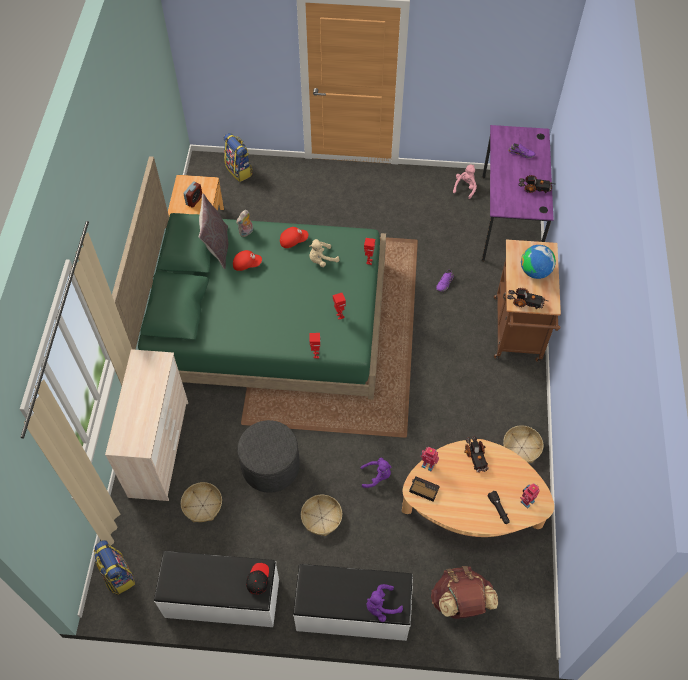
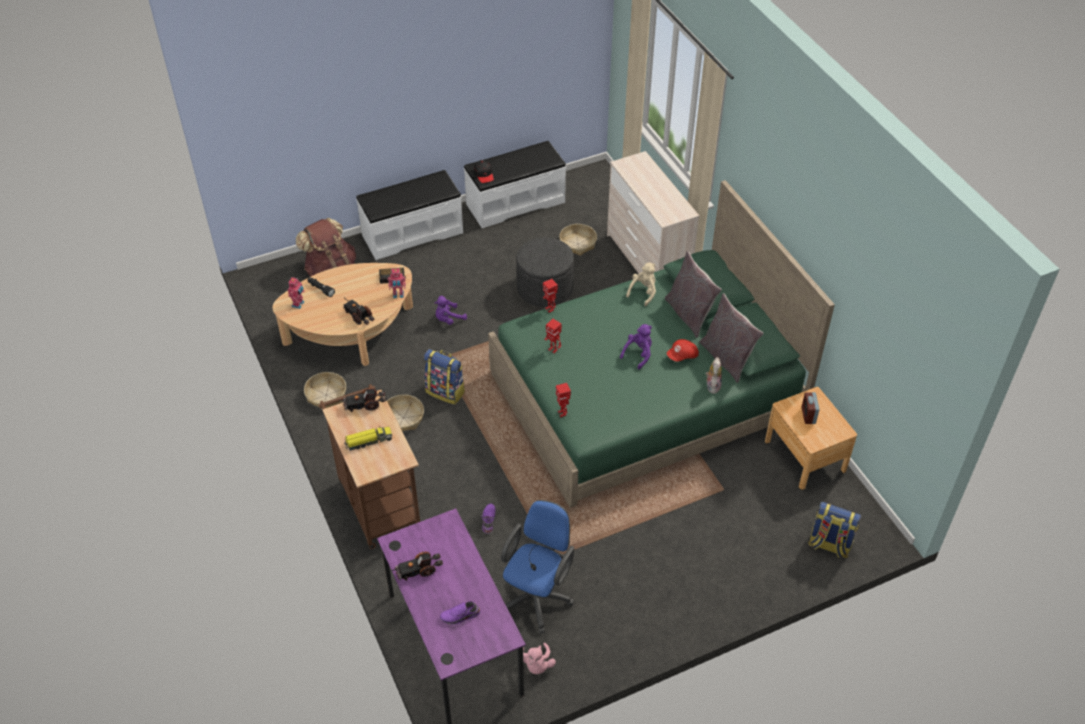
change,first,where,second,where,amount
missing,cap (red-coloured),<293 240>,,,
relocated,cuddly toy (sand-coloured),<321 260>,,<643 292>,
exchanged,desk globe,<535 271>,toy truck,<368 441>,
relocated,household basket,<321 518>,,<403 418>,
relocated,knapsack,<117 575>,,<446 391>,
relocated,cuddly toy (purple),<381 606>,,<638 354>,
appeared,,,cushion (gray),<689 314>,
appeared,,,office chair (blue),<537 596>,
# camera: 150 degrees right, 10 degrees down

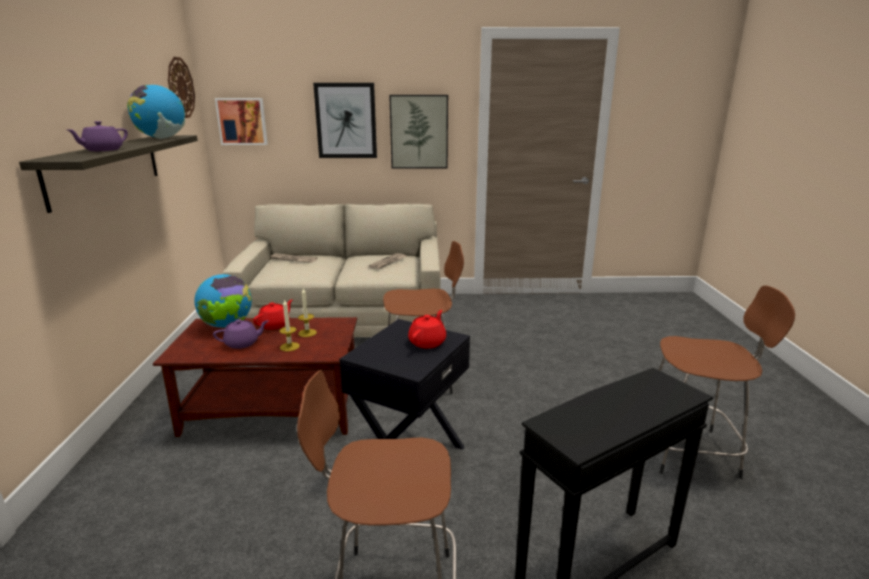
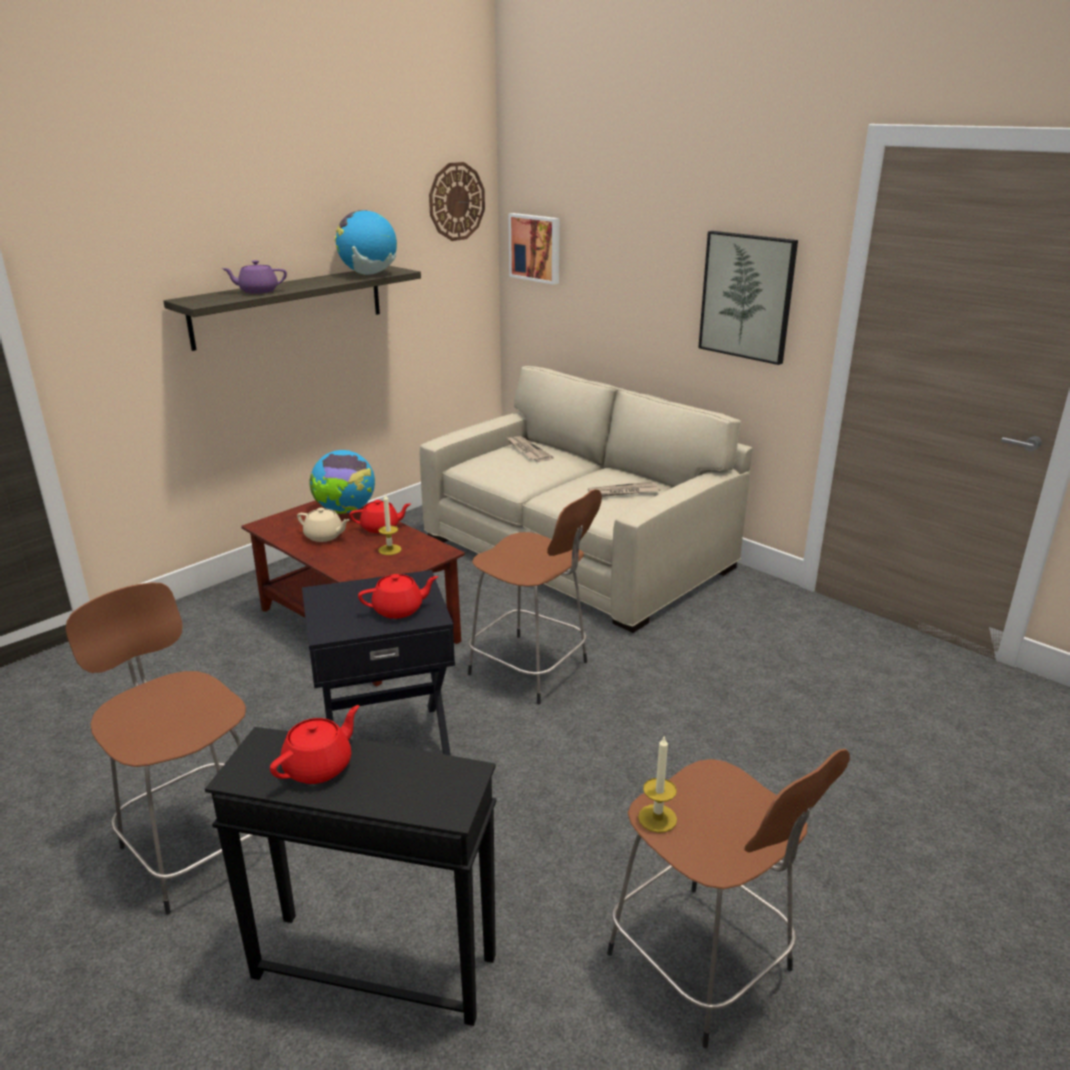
change,first,where,second,where,amount
missing,wall picture,<346 121>,,,
relocated,candle,<289 347>,,<657 818>,
colour,pot for tea (purple),<242 343>,pot for tea (sand-coloured),<324 536>,
appeared,,,pot for tea (red-coloured),<319 766>,
# camera: 45 degrees right, 5 degrees up

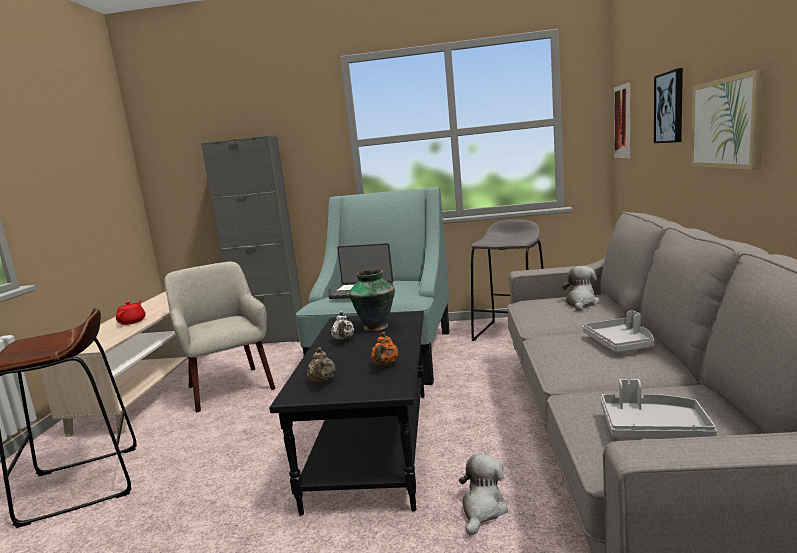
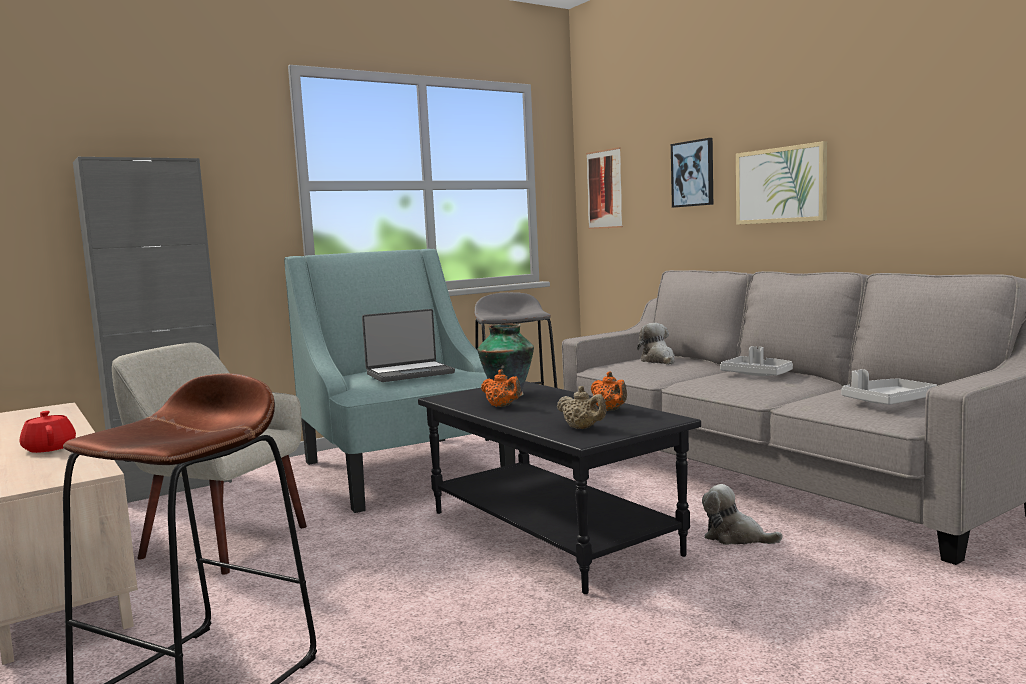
change,first,where,second,where,amount
colour,pot for tea (white),<343 340>,pot for tea (orangey),<502 406>,
spun,cuddly toy,<482 509>,,<735 537>,45 degrees counterclockwise
# camera: 40 degrees left, 5 degrees down

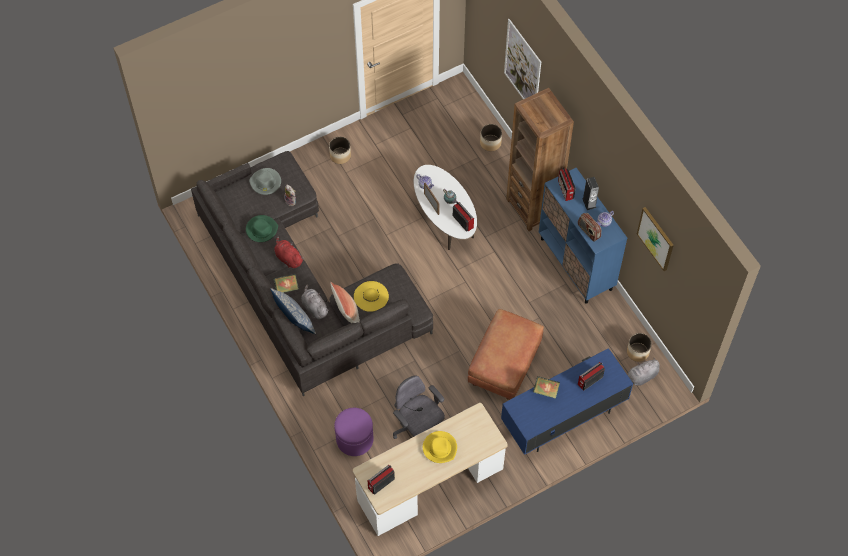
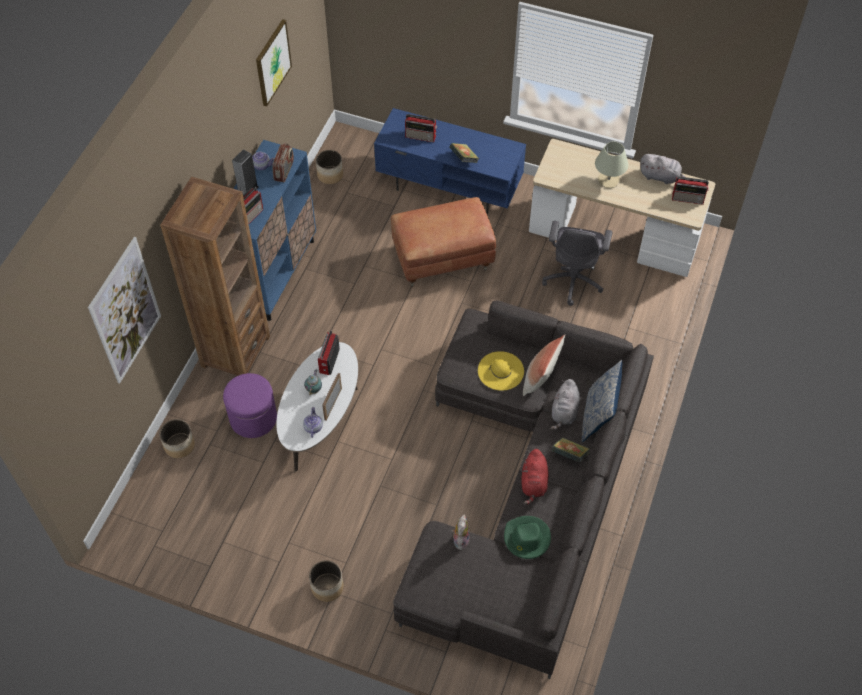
change,first,where,second,where,amount
missing,hat (gray),<265 182>,,,
relocated,cuddly toy (gray),<641 377>,,<661 177>,
relocated,ottoman (purple),<354 439>,,<253 418>,
exchanged,hat (yellow-coloured),<440 448>,table lamp (sand-coloured),<608 180>,
# camera: 130 degrees left, 5 degrees down

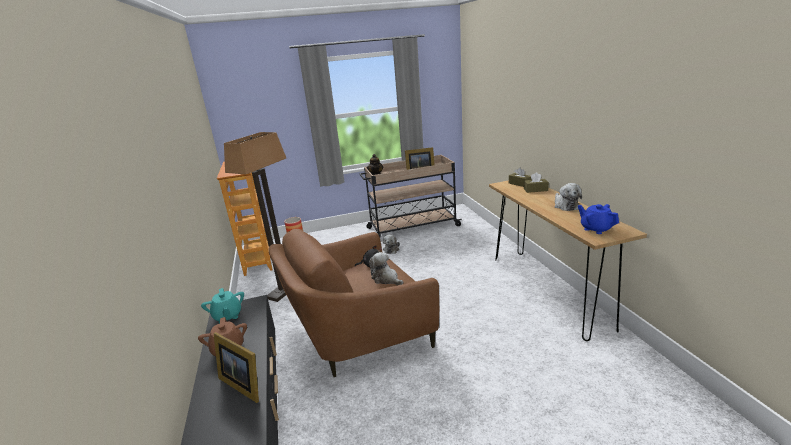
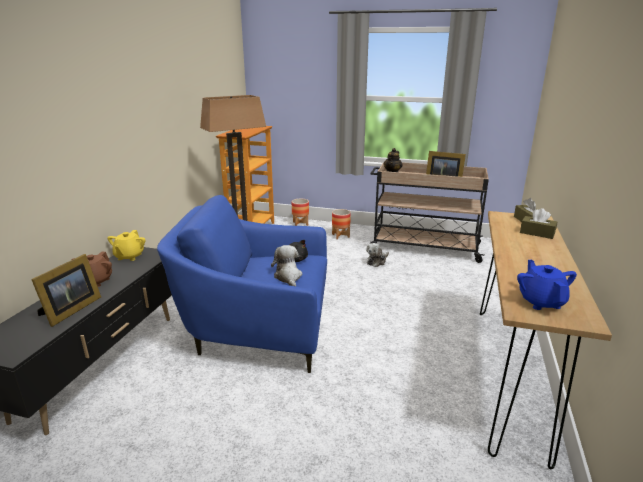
change,first,where,second,where,amount
missing,cuddly toy,<565 205>,,,
colour,lounge chair (brown-coloured),<359 335>,lounge chair (blue),<258 329>,
colour,pot for tea (turquoise),<227 316>,pot for tea (yellow-coloured),<129 256>,
spun,photo frame,<243 383>,,<70 310>,135 degrees counterclockwise
appeared,,,planter,<340 236>,
# camera: 30 degrees right, 0 degrees up

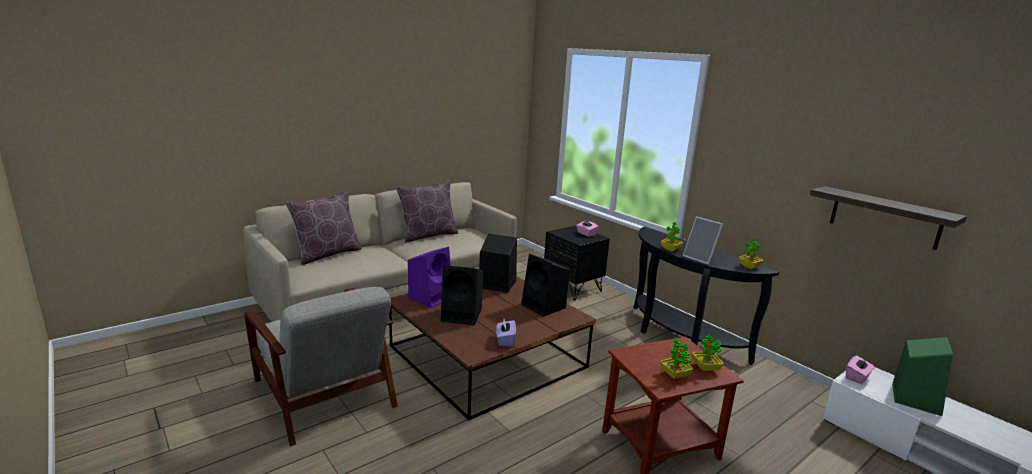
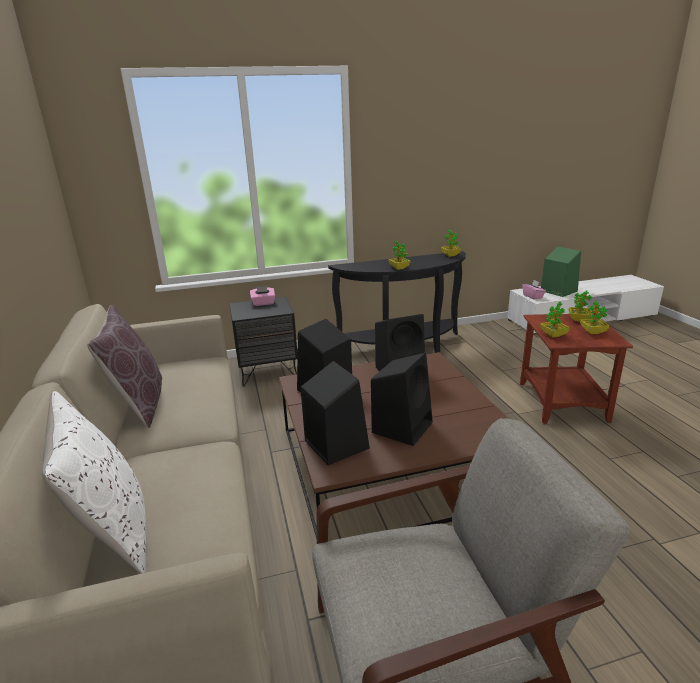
change,first,where,second,where,amount
missing,shelf,<884 217>,,,
colour,cushion (brown-coloured),<327 254>,cushion (white),<112 530>,
missing,photo frame,<700 258>,,,
colour,audio speaker (purple),<431 297>,audio speaker (black),<335 444>,
missing,tissue holder (purple),<505 340>,,,
appeared,,,houseplant,<553 335>,
# camera: 65 degrees left, 5 degrees up

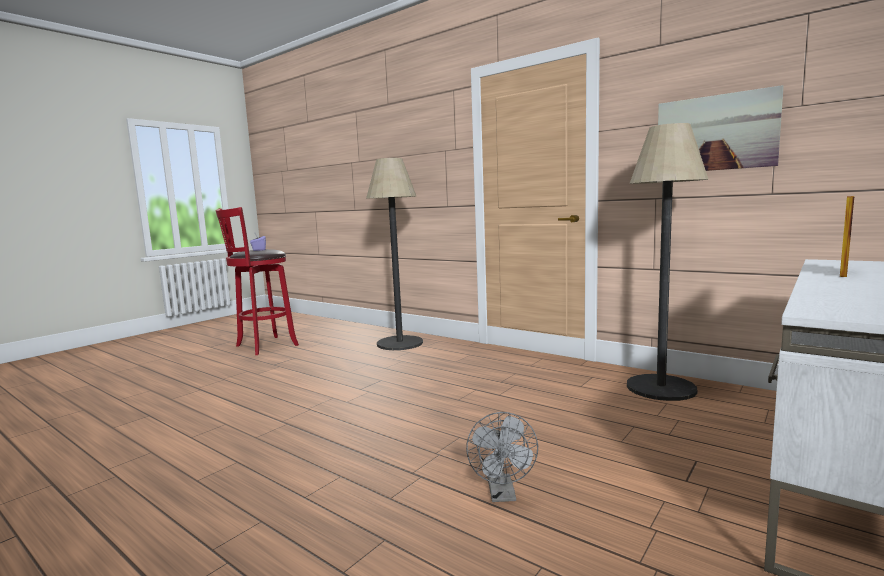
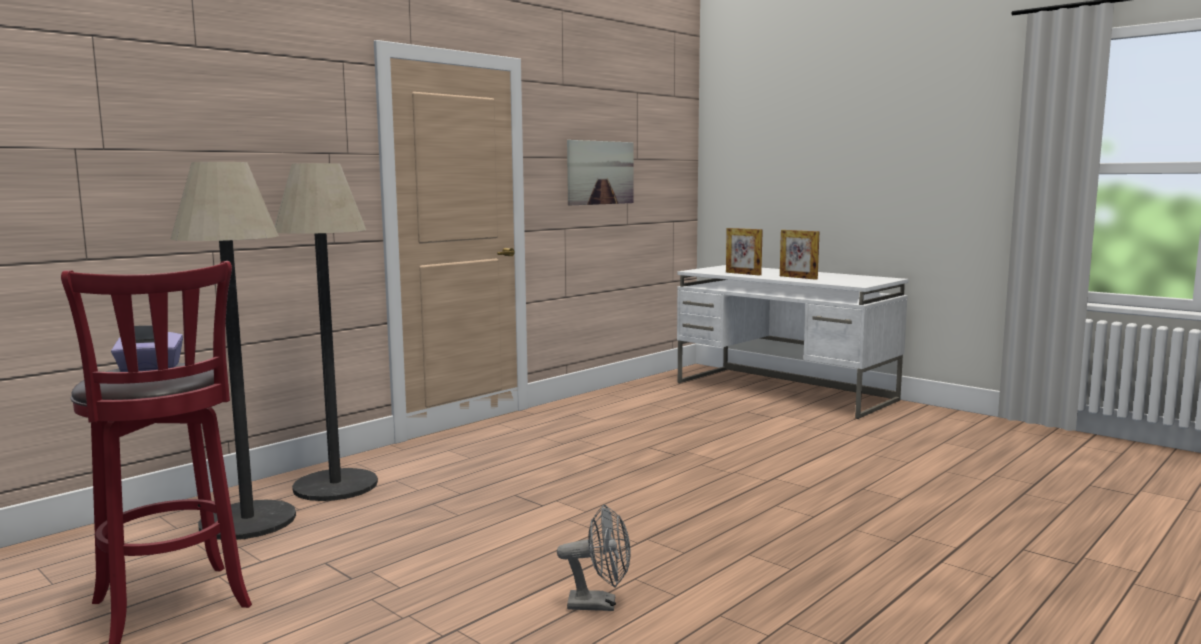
change,first,where,second,where,amount
relocated,floor lamp,<661 388>,,<247 521>,
relocated,cooling fan (gray),<503 495>,,<600 604>,
appeared,,,photo frame,<798 277>,
# camera: 85 degrees left, 0 degrees up

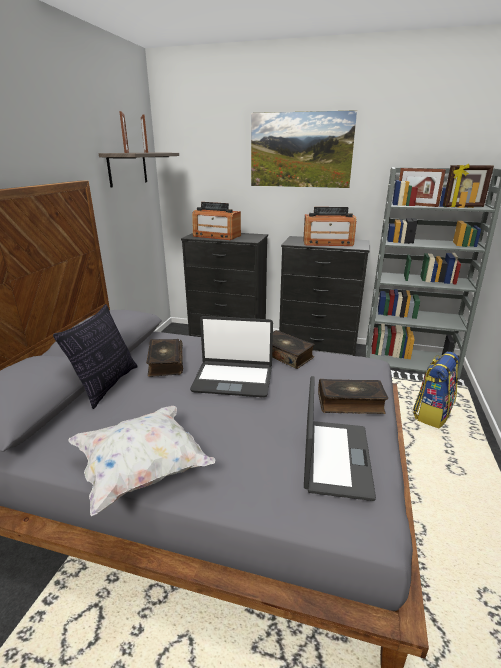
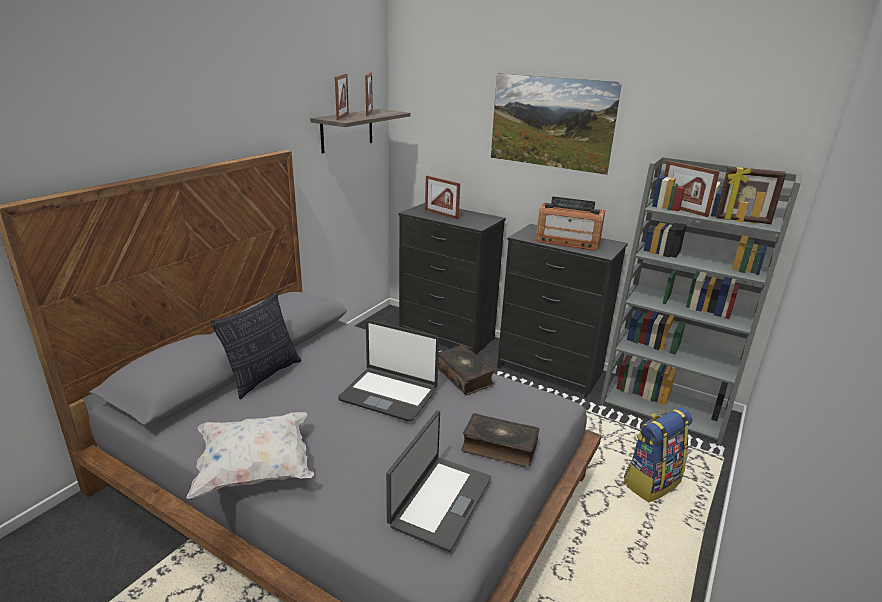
change,first,where,second,where,amount
exchanged,radio set,<216 236>,photo frame,<441 214>,
missing,book,<165 363>,,,
# camera: 15 degrees right, 0 degrees up

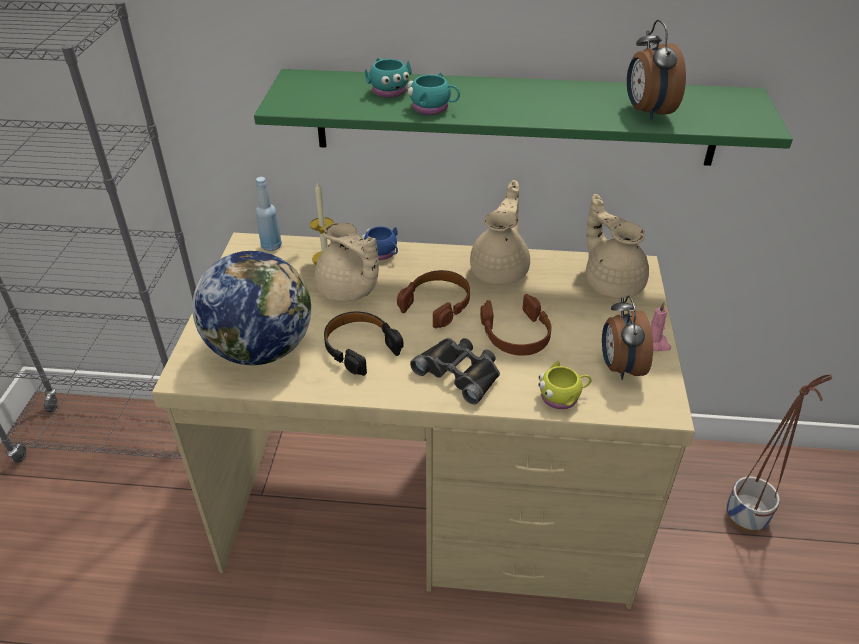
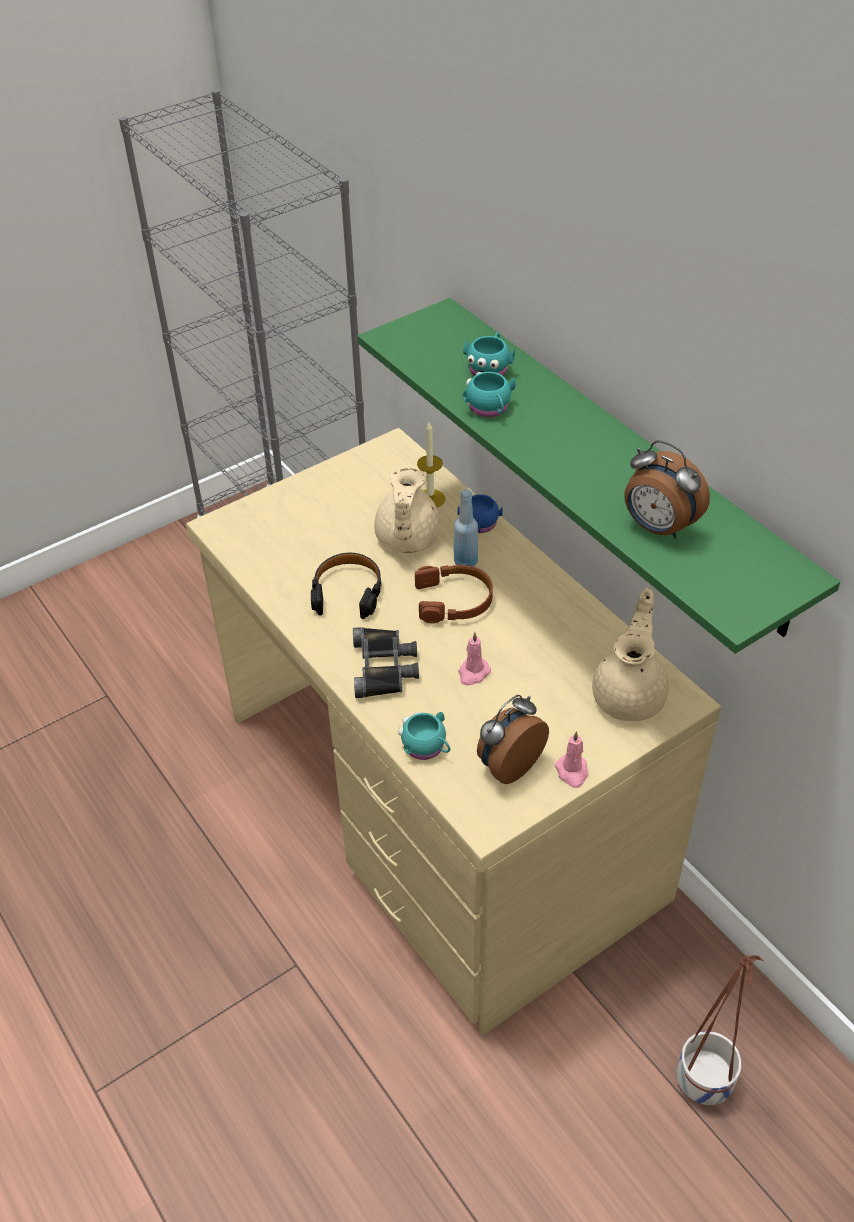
change,first,where,second,where,amount
spun,bedside clock,<646 112>,,<658 527>,90 degrees counterclockwise
relocated,drink bottle (blue),<271 246>,,<465 562>,
missing,pot for tea (sand-coloured),<501 270>,,,
missing,desk globe,<261 349>,,,
exchanged,headset (brown-coloured),<516 334>,candle (pinkish),<473 673>,
colour,tea mug (yellow-coloured),<562 396>,tea mug (turquoise),<426 747>,
# camera: 50 degrees right, 5 degrees up

